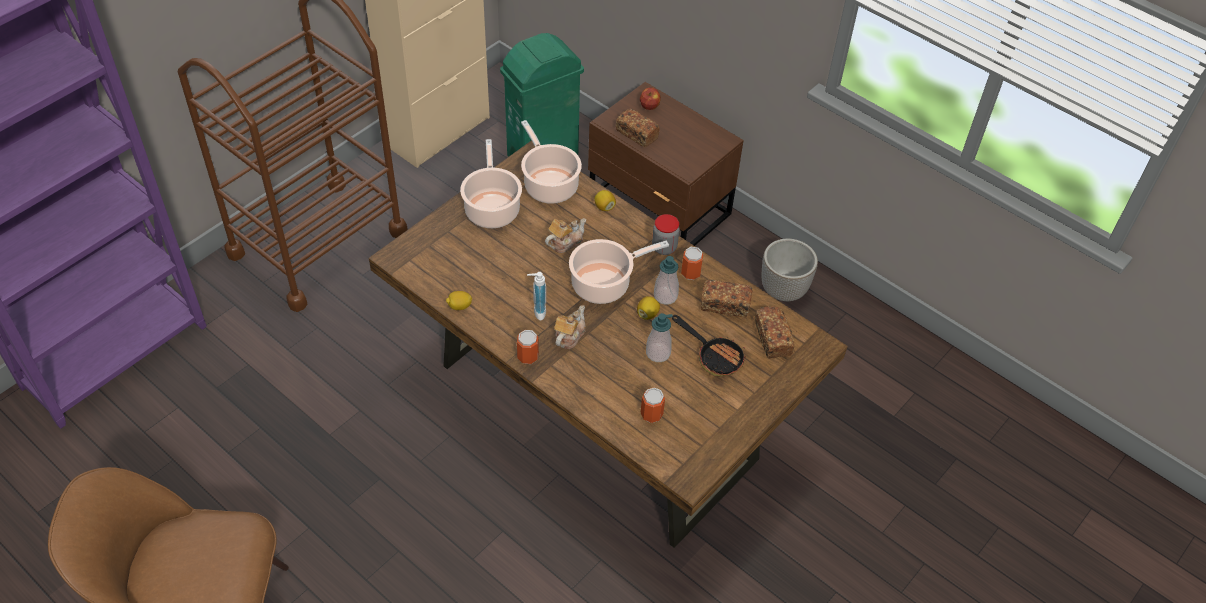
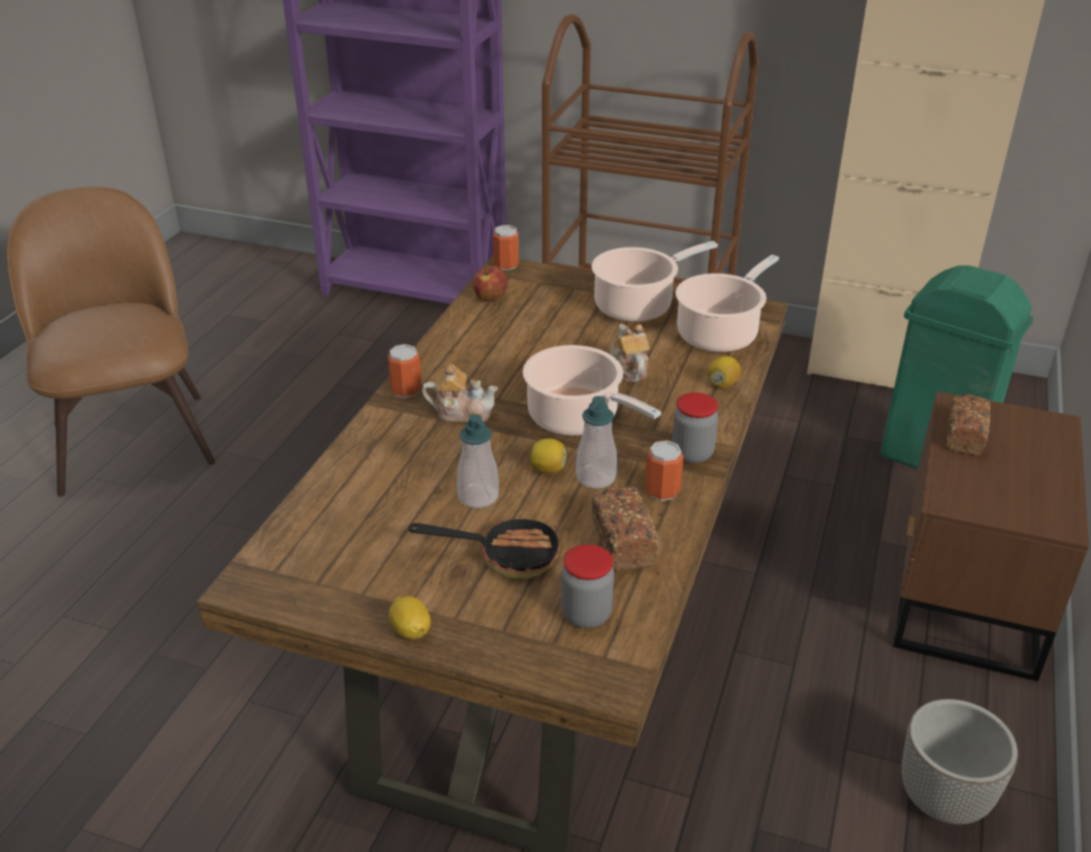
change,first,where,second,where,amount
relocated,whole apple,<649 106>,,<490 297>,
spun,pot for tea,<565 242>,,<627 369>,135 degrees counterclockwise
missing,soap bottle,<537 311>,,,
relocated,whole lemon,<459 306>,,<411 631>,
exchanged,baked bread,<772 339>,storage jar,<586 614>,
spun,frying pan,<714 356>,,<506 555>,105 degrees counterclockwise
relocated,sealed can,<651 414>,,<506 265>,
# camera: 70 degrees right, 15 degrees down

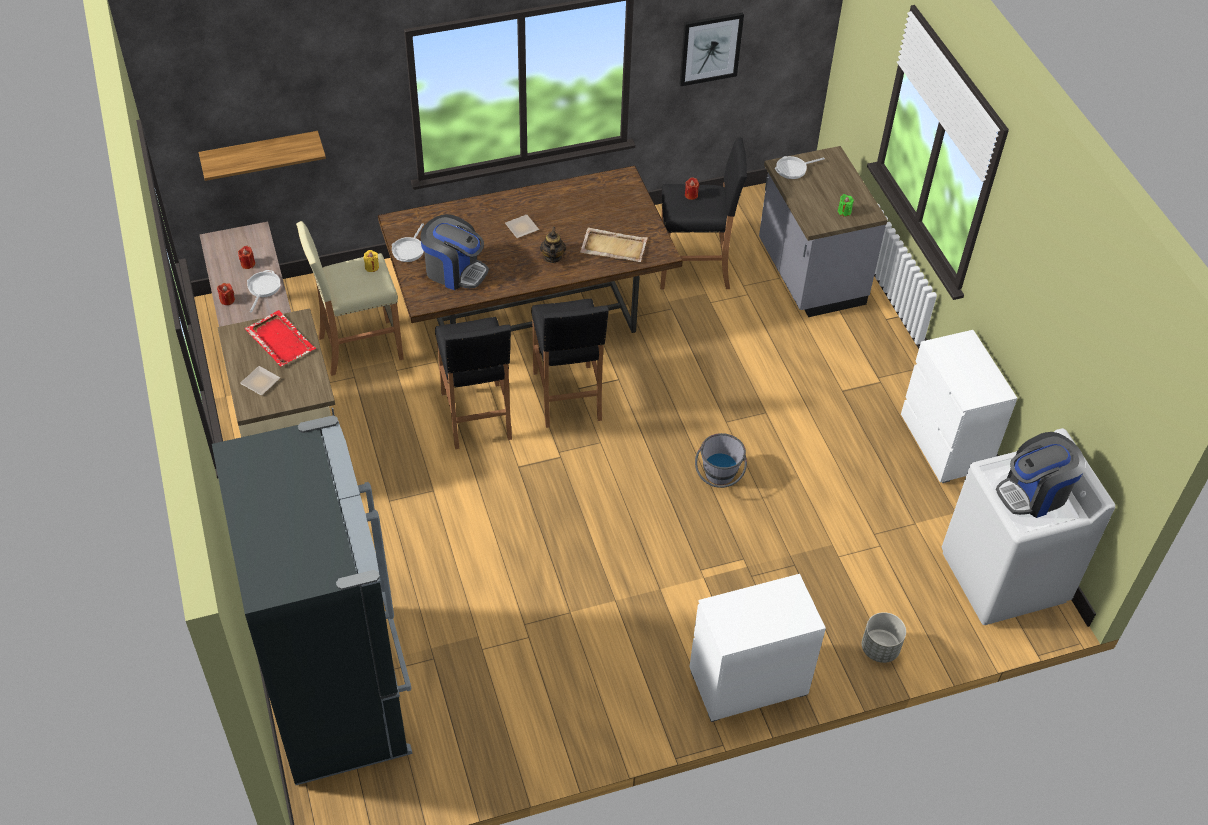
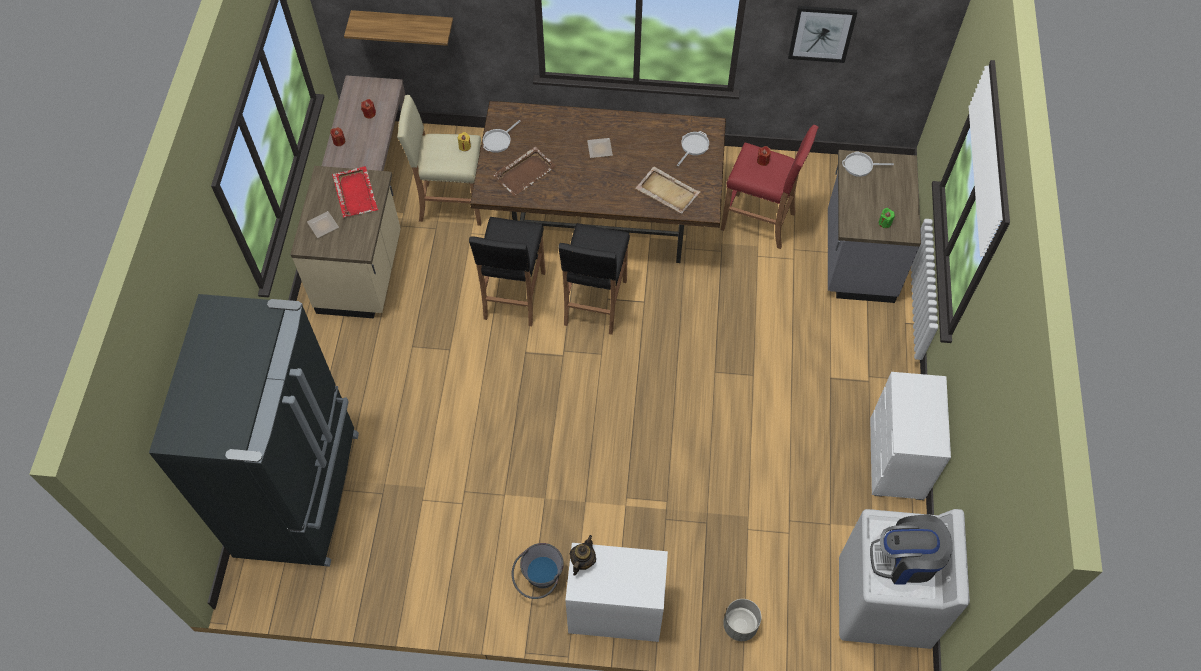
change,first,where,second,where,amount
colour,stool seat (black),<695 270>,stool seat (red-coloured),<759 221>,
exchanged,coffee machine,<454 271>,carrying tray (brown-coloured),<525 172>,
relocated,pot for tea,<552 257>,,<582 561>,
relocated,frying pan,<263 288>,,<693 146>,
relocated,bucket (gray),<718 479>,,<539 580>,
# camera: 25 degrees right, 10 degrees up

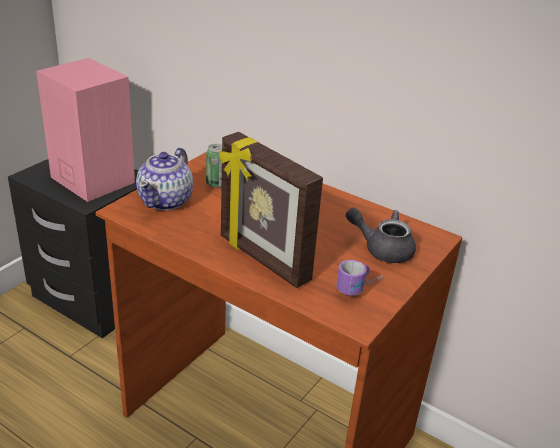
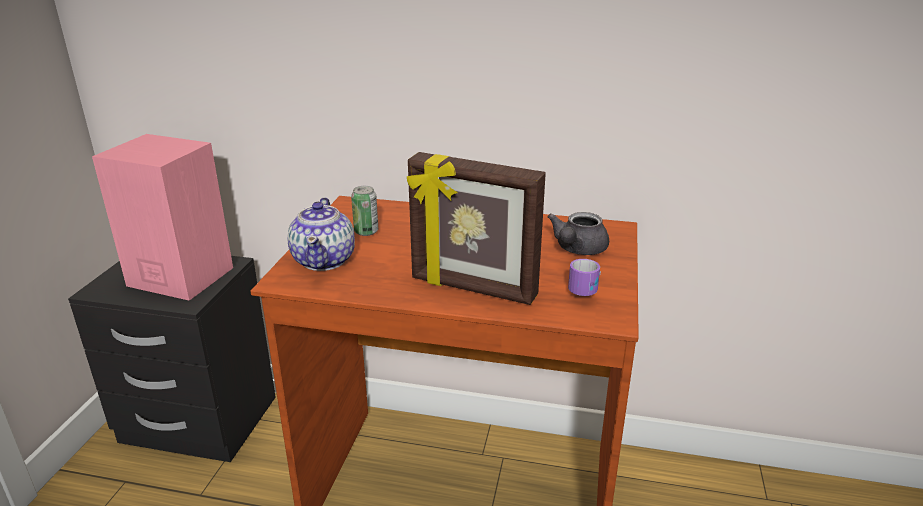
change,first,where,second,where,amount
spun,pot for tea (gray),<382 249>,,<577 250>,60 degrees counterclockwise
# camera: 20 degrees left, 5 degrees down

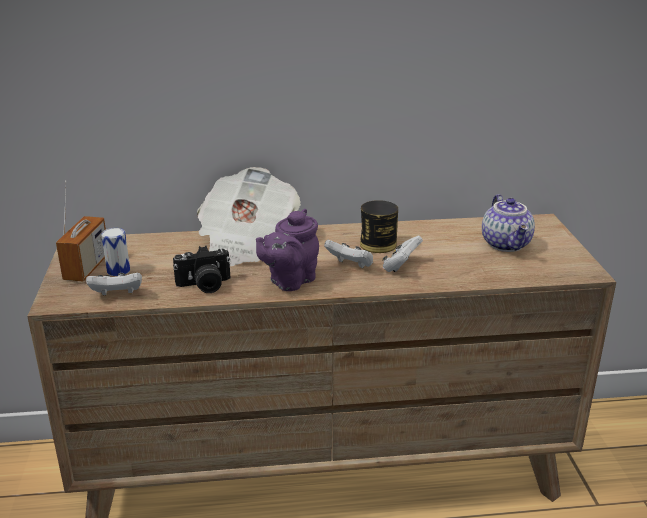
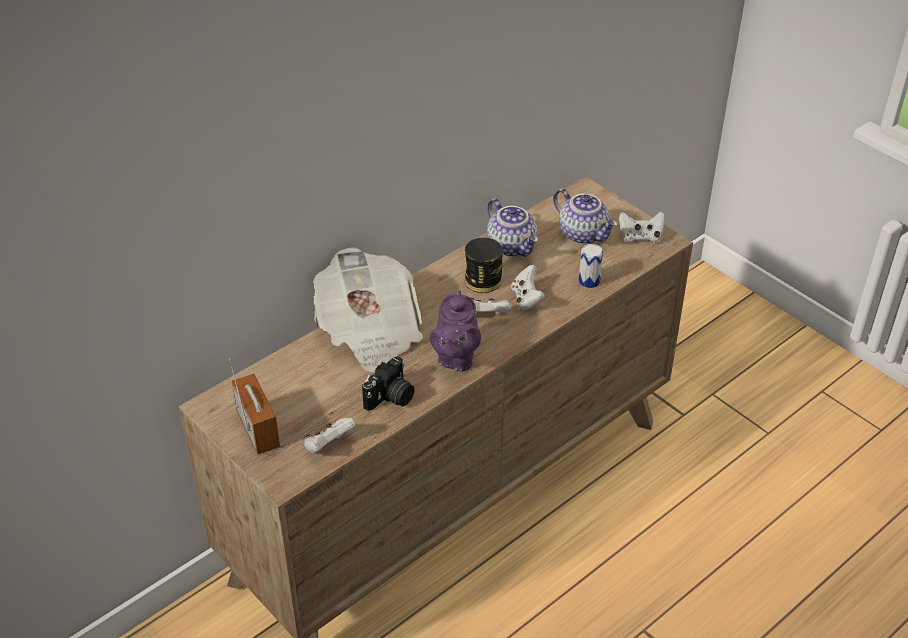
change,first,where,second,where,amount
relocated,sealed can,<118 271>,,<589 281>,
appeared,,,pot for tea,<512 246>,
appeared,,,game controller (white),<640 237>,
# camera: 35 degrees left, 15 degrees up

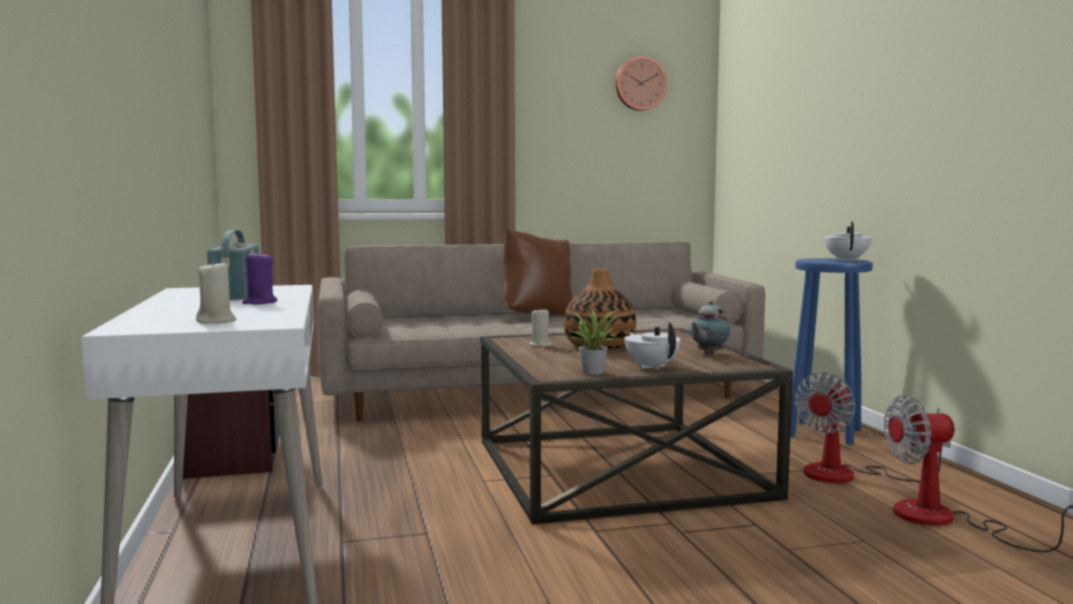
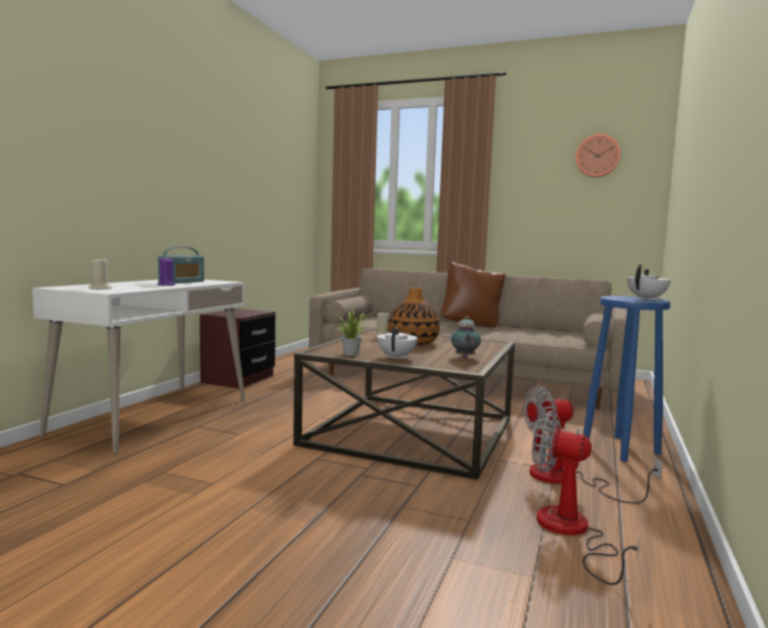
change,first,where,second,where,amount
spun,pot for tea,<708 354>,,<464 357>,75 degrees counterclockwise
# camera: 35 degrees right, 0 degrees up

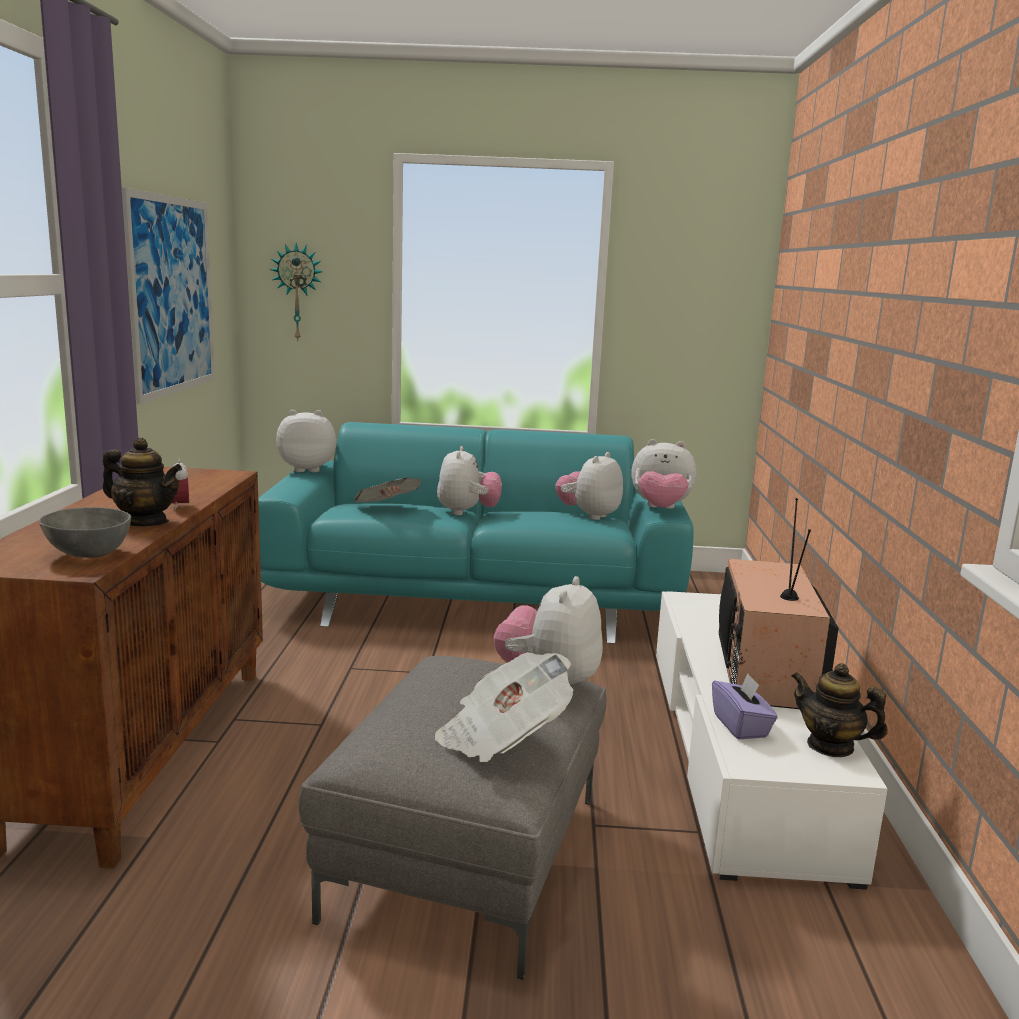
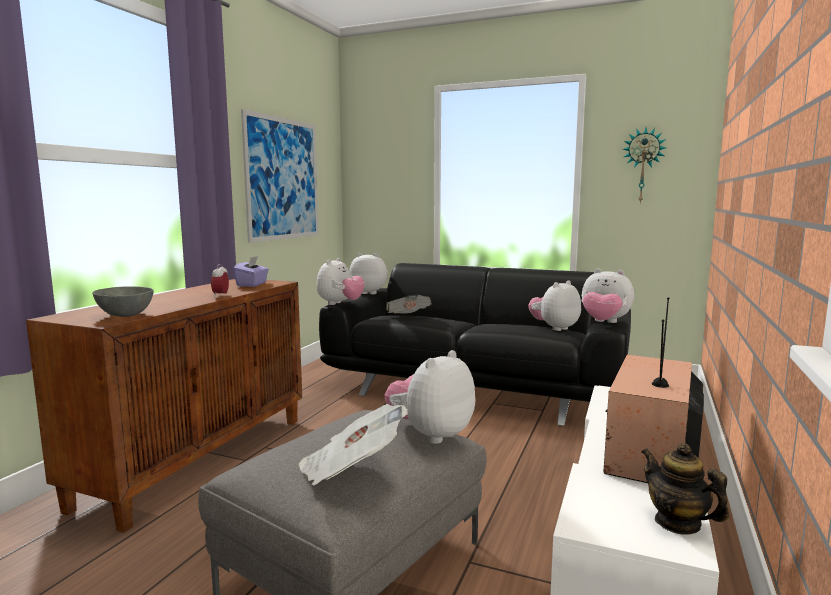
change,first,where,second,where,amount
relocated,hanging clock,<298 292>,,<643 165>,
colour,settee (turquoise),<477 599>,settee (black),<475 387>,
missing,pot for tea,<145 522>,,,
relocated,cuddly toy,<467 513>,,<340 304>,
relocated,tissue holder (purple),<741 726>,,<252 284>,
# camera: 20 degrees right, 5 degrees down

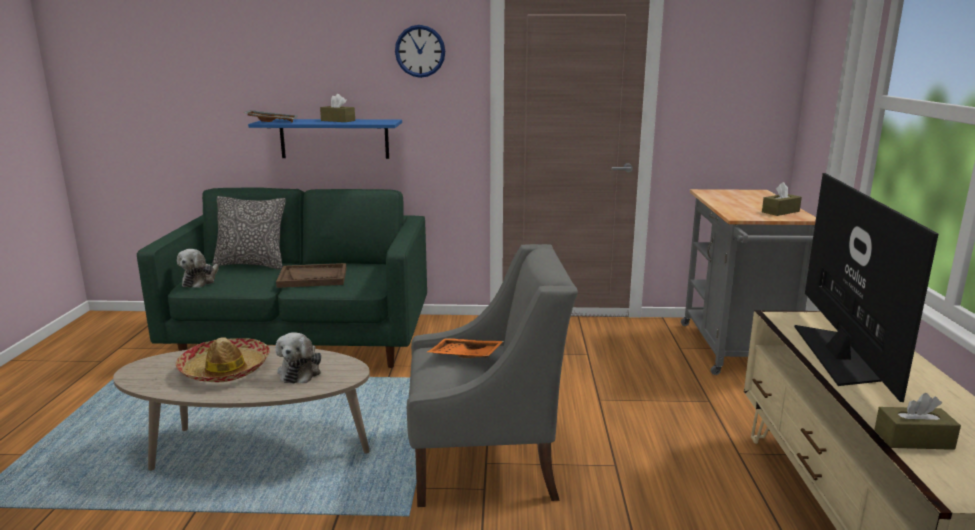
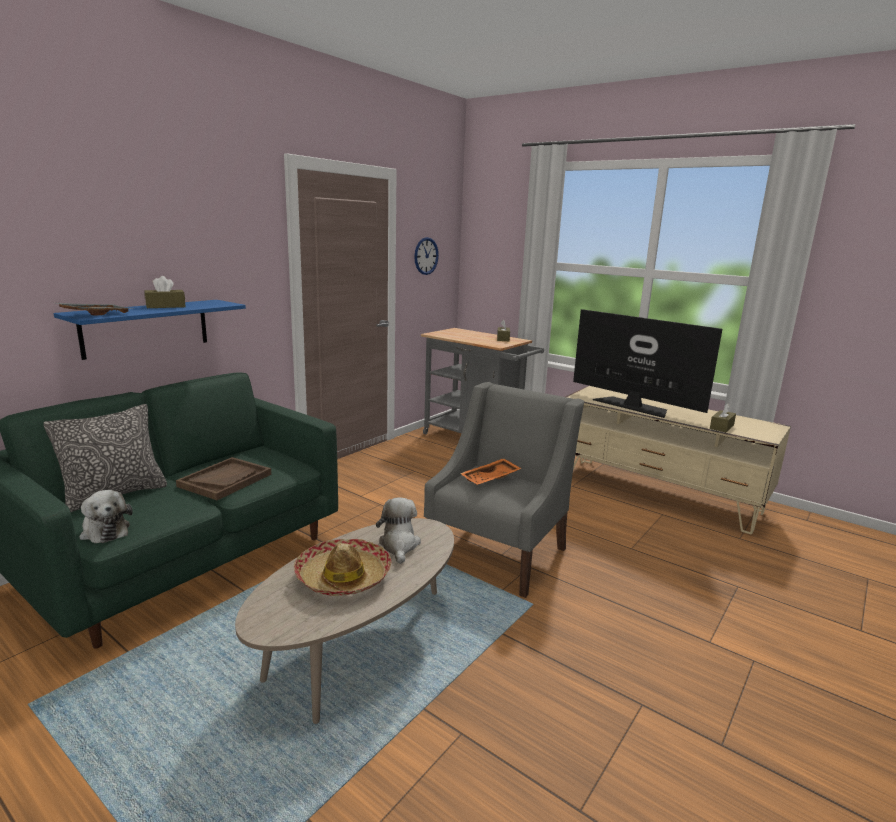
change,first,where,second,where,amount
relocated,hanging clock,<420 51>,,<426 256>,
spun,cuddly toy,<301 371>,,<399 545>,135 degrees counterclockwise
# camera: 55 degrees left, 0 degrees up

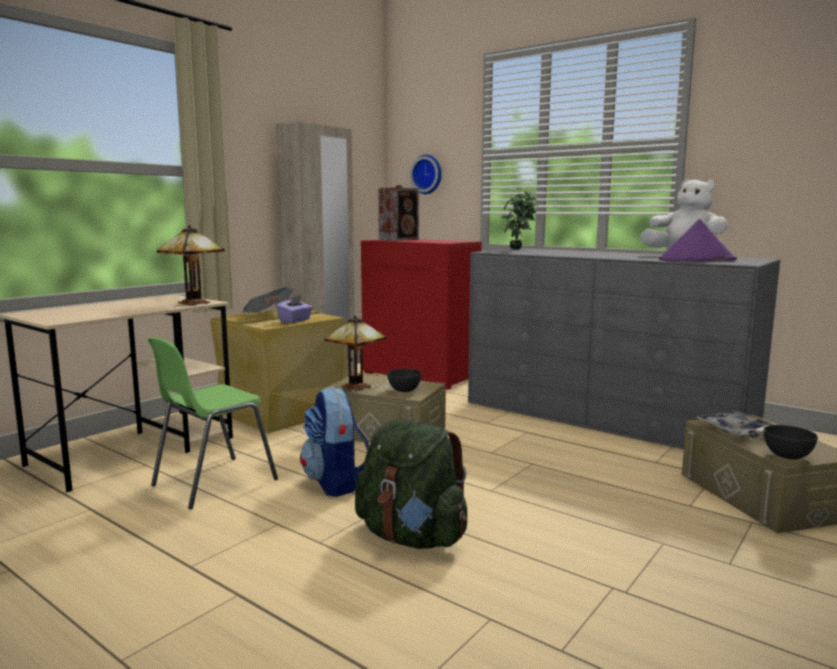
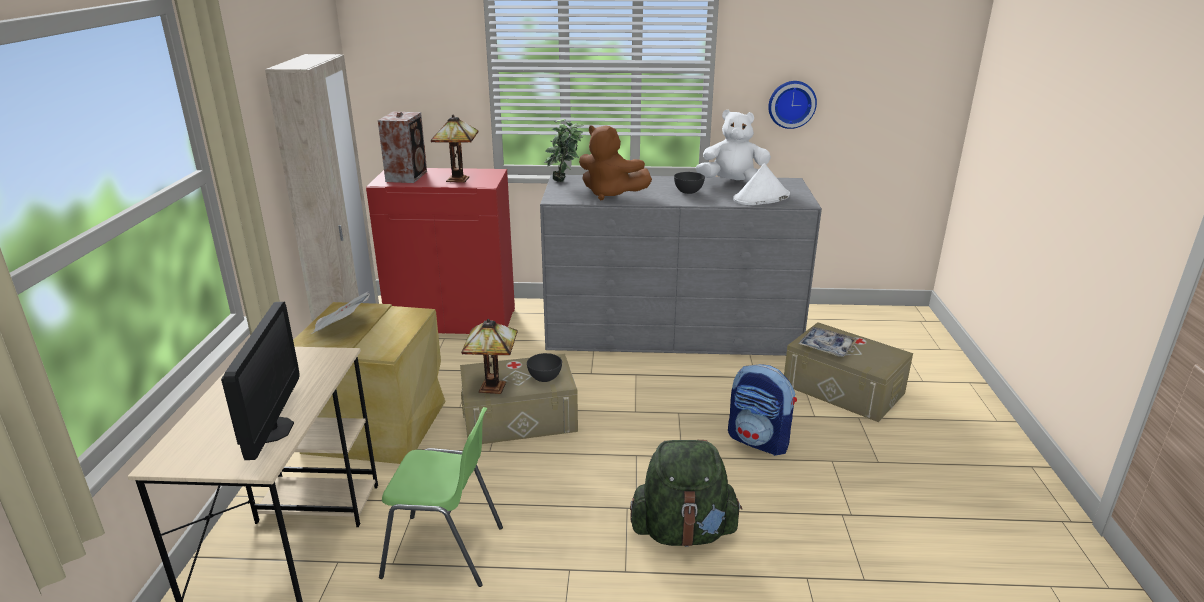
change,first,where,second,where,amount
relocated,hanging clock,<428 174>,,<791 104>,
colour,hat (purple),<696 260>,hat (white),<761 198>,
relocated,table lamp,<196 303>,,<459 179>,
missing,tissue holder (purple),<295 320>,,,
spun,plain chair (greenish),<213 482>,,<445 551>,90 degrees counterclockwise
relocated,knapsack,<336 483>,,<759 441>,
relocated,deep dish (gray),<788 456>,,<688 192>,
appeared,,,cuddly toy (brown-coloured),<610 194>,
appeared,,,monitor,<273 430>,
# camera: 35 degrees left, 15 degrees up

